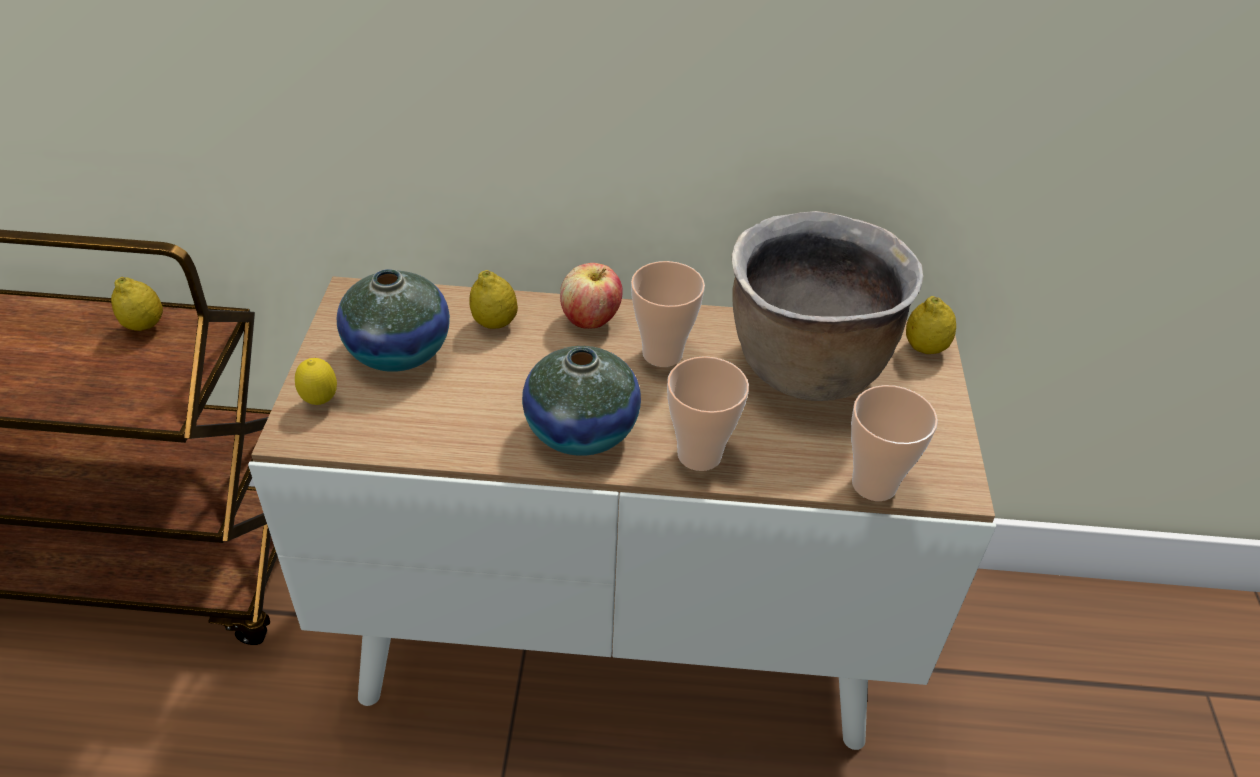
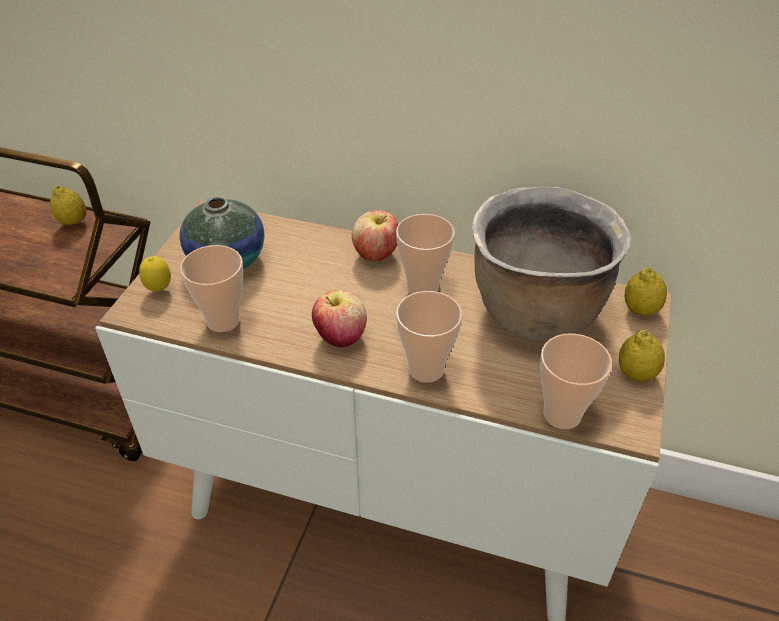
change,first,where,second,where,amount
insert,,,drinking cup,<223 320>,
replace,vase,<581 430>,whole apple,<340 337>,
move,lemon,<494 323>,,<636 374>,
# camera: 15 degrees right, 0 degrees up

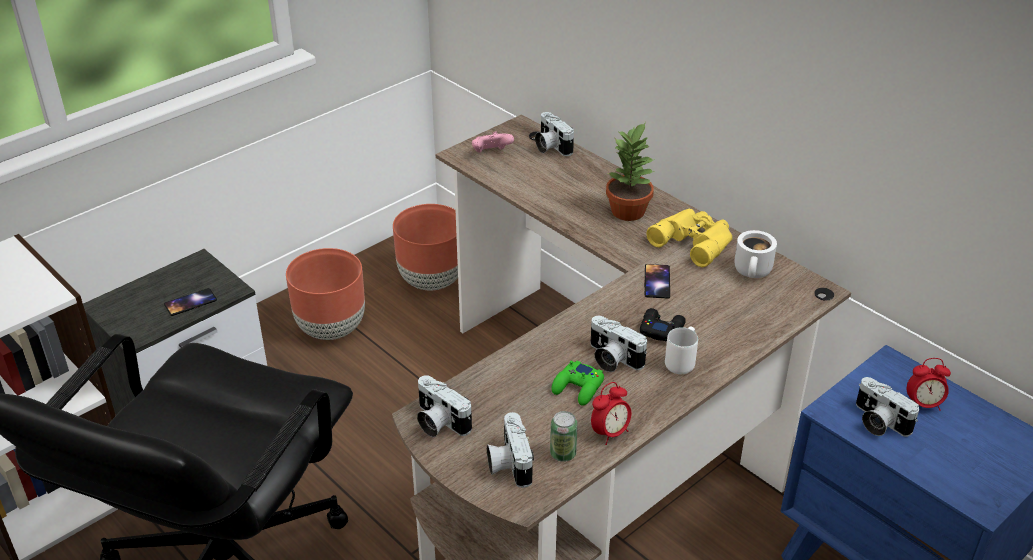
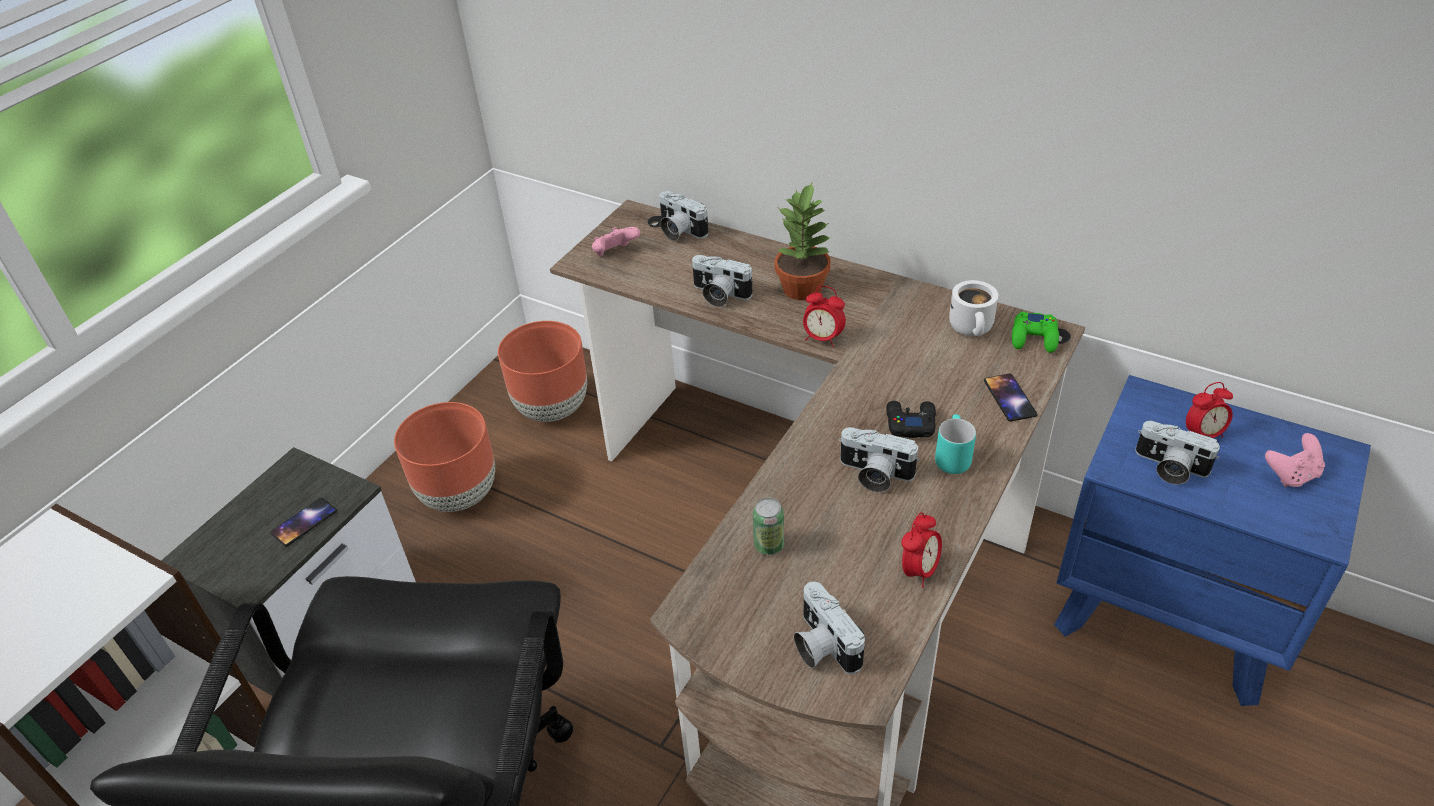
change,first,where,second,where,amount
move,photo camera,<438 422>,,<719 295>,
move,can,<563 454>,,<769 545>,
insert,,,table clock,<822 339>,
recolor,white coffee mug,<680 361>,blue-green coffee mug,<950 456>,
move,phone,<657 281>,,<1009 398>,
move,green-coloured game controller,<578 388>,,<1034 337>,
insert,,,pink-coloured game controller,<1291 475>,
delete,yellow binoculars,<694 241>,,,
# camera: 15 degrees left, 5 degrees up

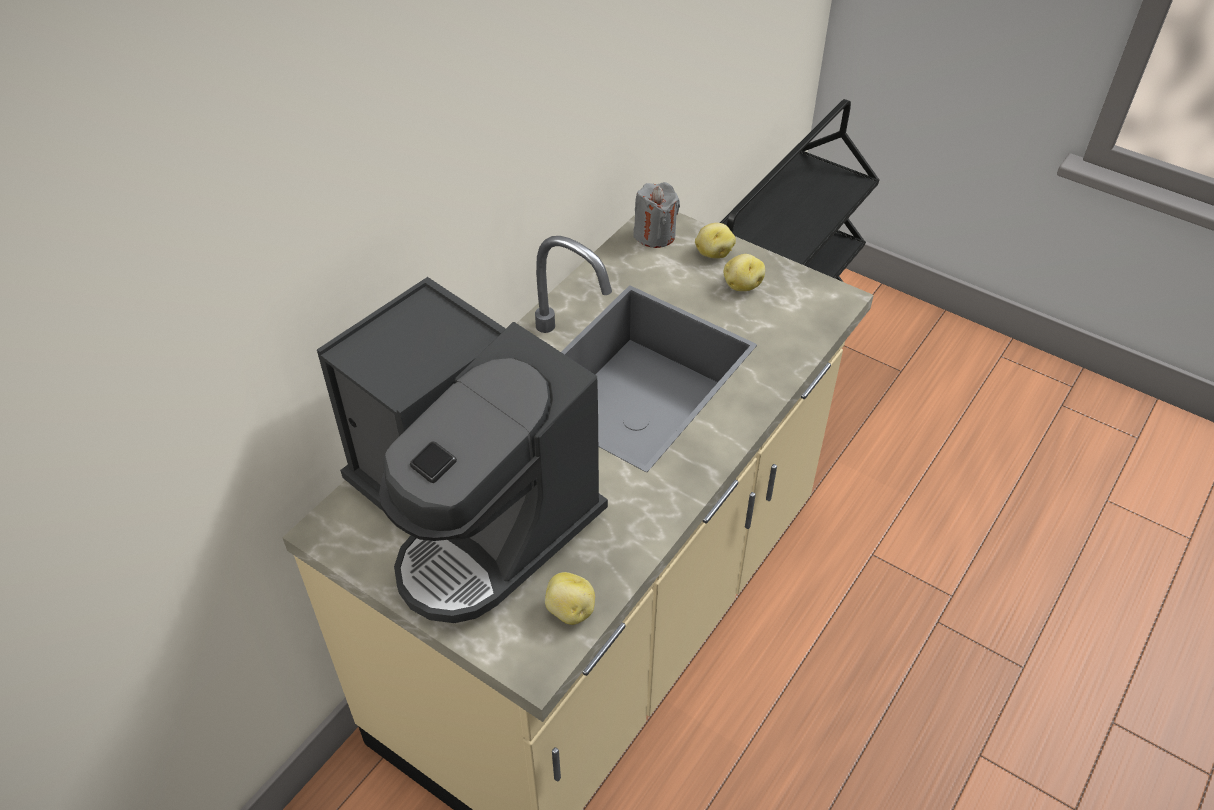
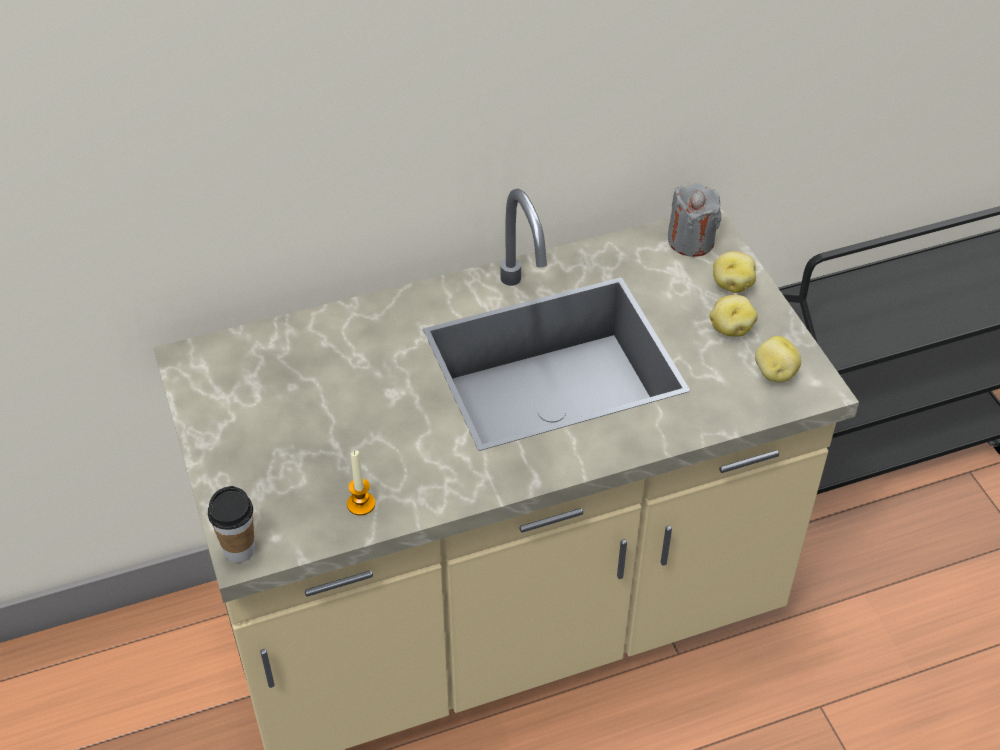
change,first,where,second,where,amount
insert,,,drinking cup,<239 550>,
insert,,,wax light,<361 504>,
move,spud,<570 611>,,<774 373>,
delete,coffee maker,<472 512>,,,
# camera: 35 degrees right, 0 degrees up

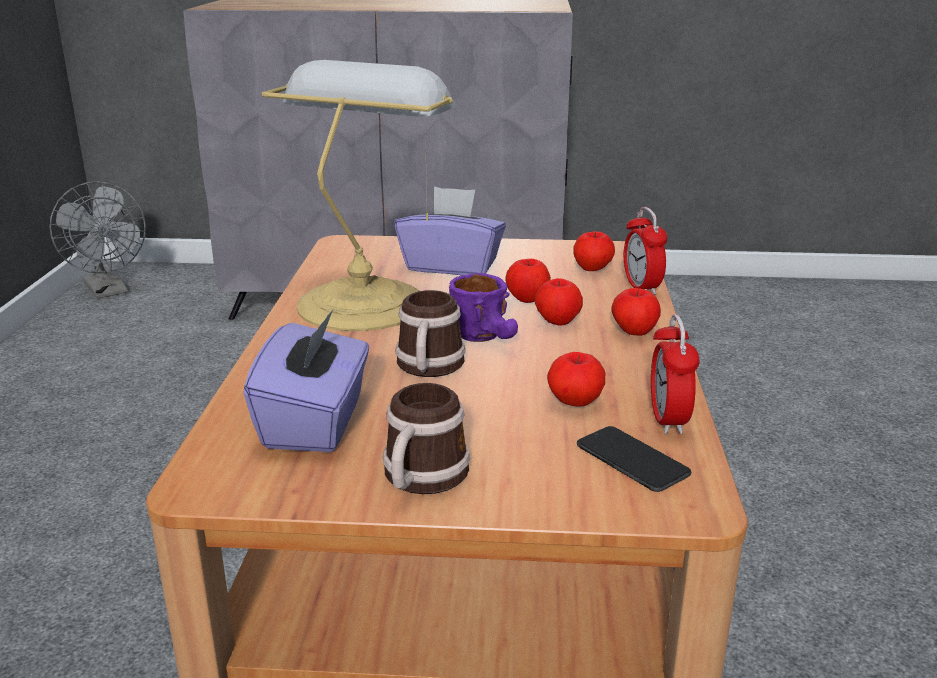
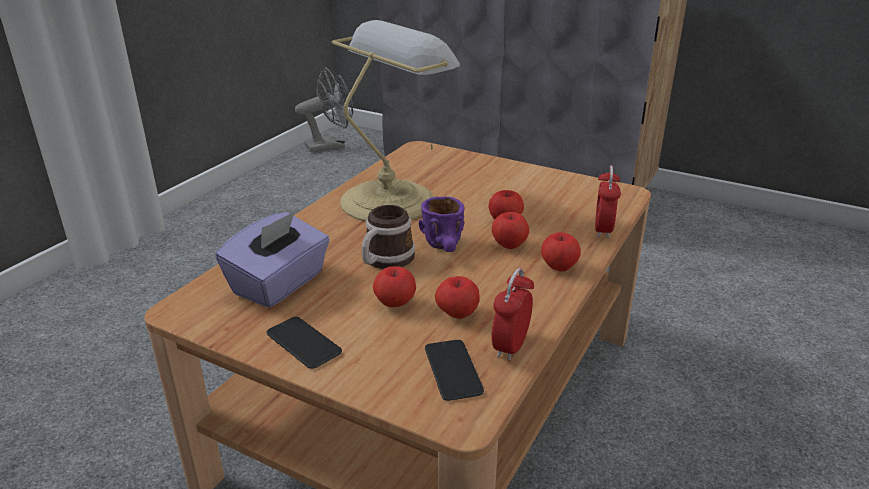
change,first,where,second,where,amount
replace,coffee mug,<421 479>,phone,<303 343>,
rotate,greyish cooling fan,<109 291>,,<330 145>,105 degrees counterclockwise
move,whole apple,<592 269>,,<394 303>,
delete,purplish tissue box,<451 266>,,,
# camera: 25 degrees right, 5 degrees up

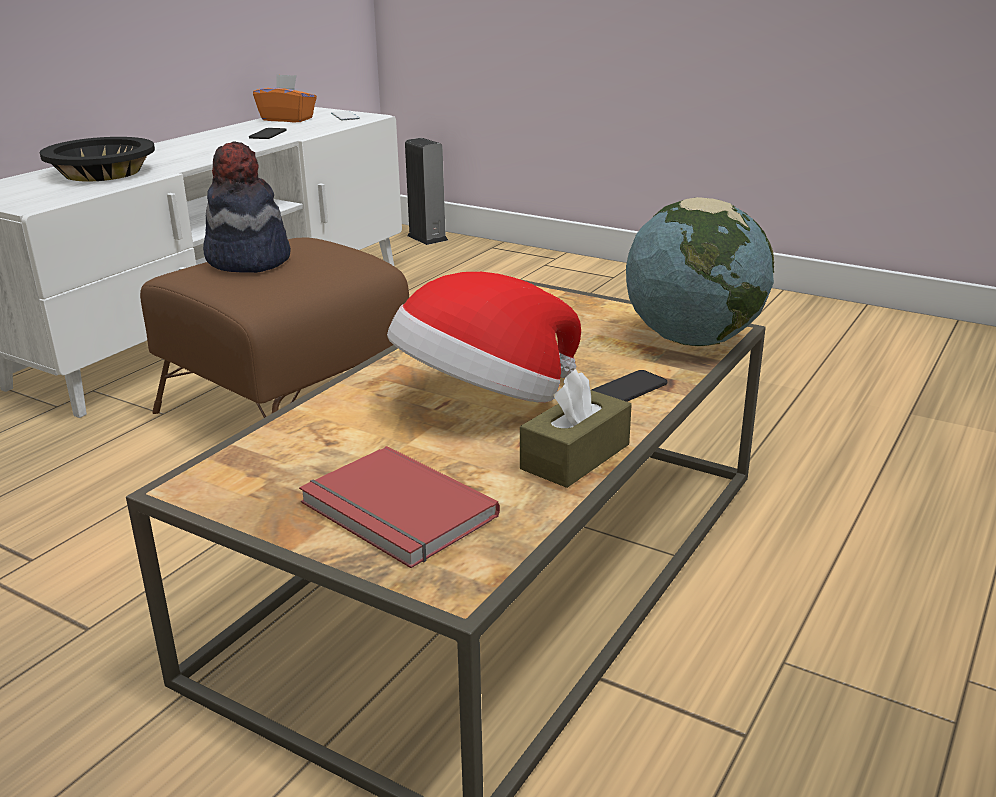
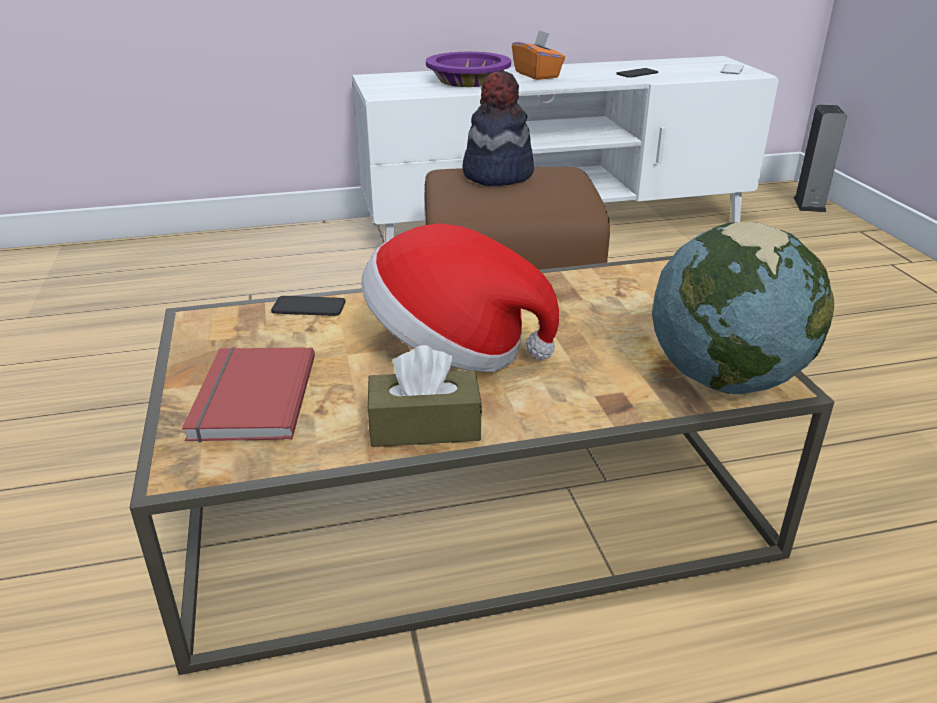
change,first,where,second,where,amount
move,phone,<629 388>,,<309 307>,
recolor,black deep dish,<102 172>,purplish deep dish,<468 80>,
move,orangey tissue box,<287 119>,,<537 75>,
# camera: 45 degrees right, 5 degrees up

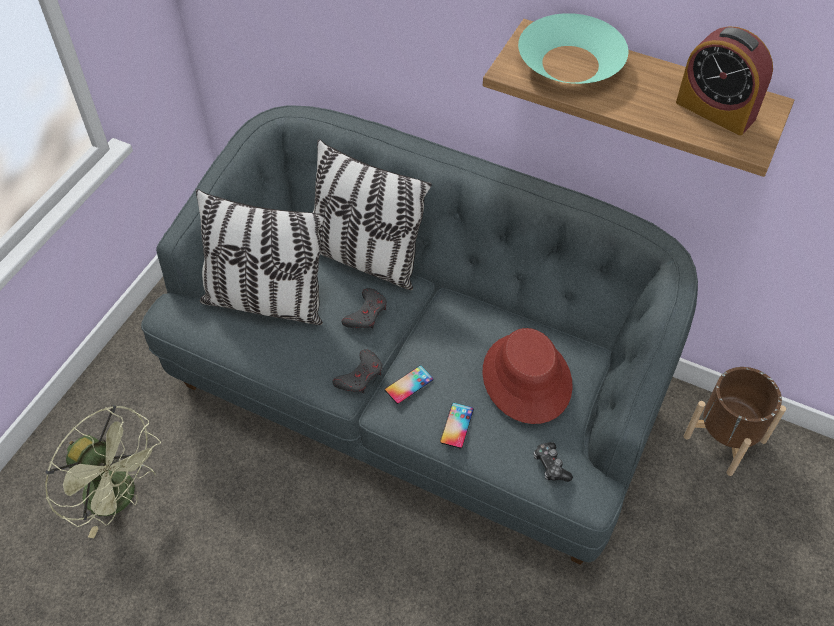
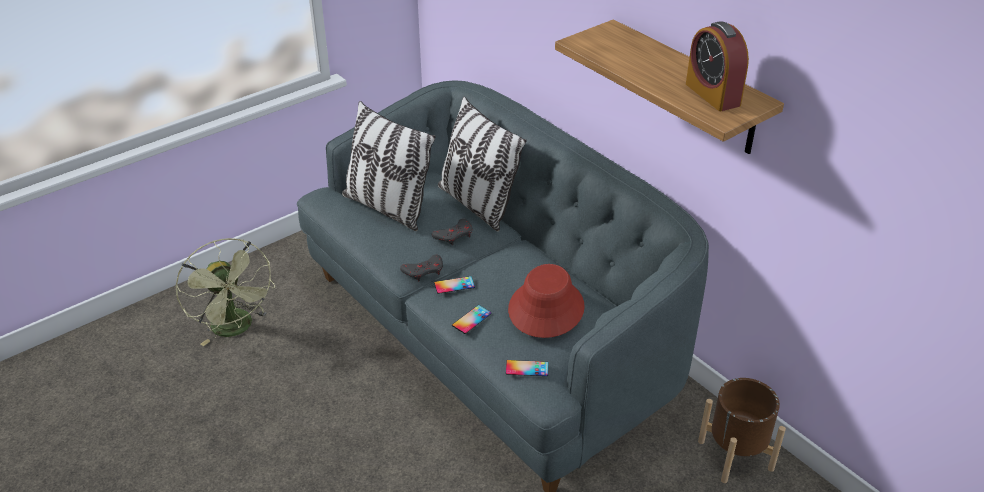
change,first,where,second,where,amount
replace,game controller,<550 466>,phone,<527 368>,
delete,blue-green deep dish,<570 64>,,,
# camera: 25 degrees right, 15 degrees down

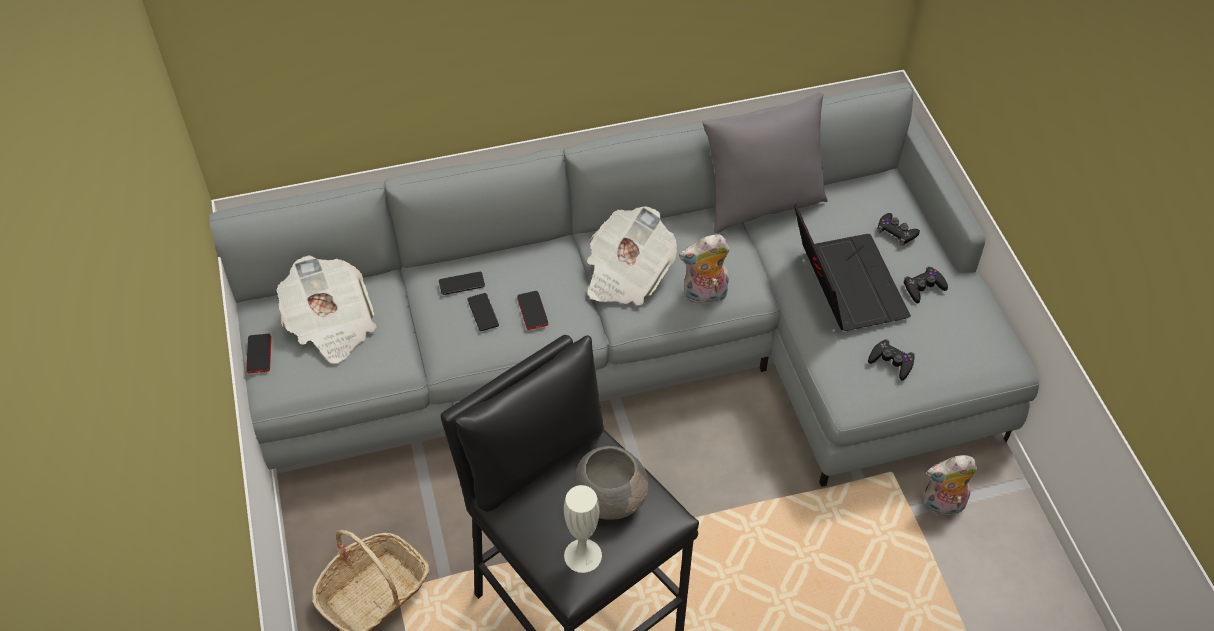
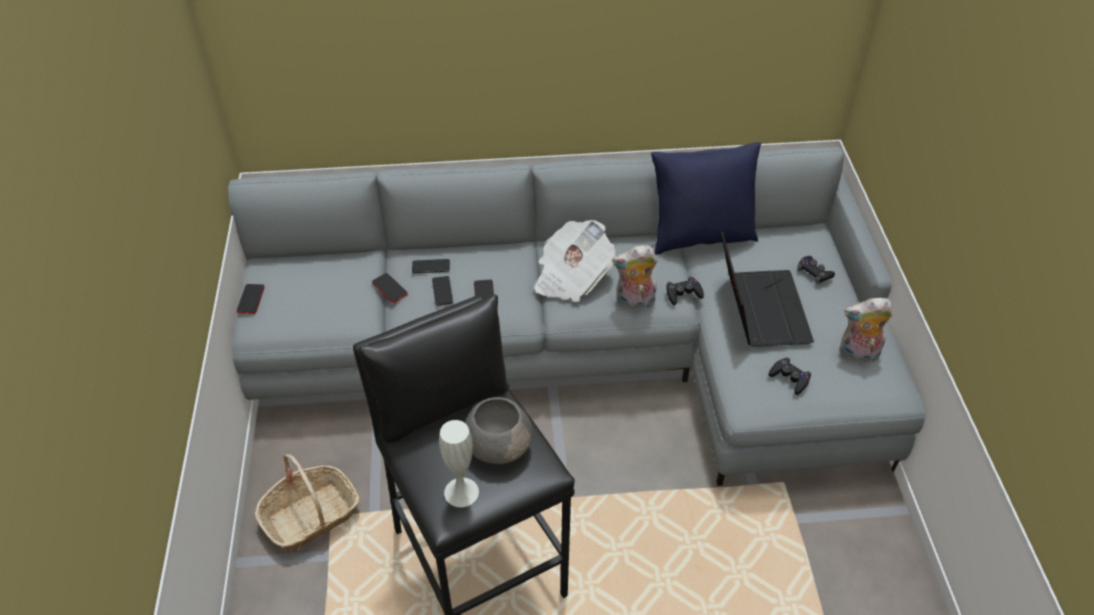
change,first,where,second,where,amount
insert,,,phone,<389 288>,
recolor,greyish cushion,<761 204>,blue-coloured cushion,<700 237>,
move,black game controller,<923 287>,,<683 293>,
move,cuddly toy,<942 506>,,<857 355>,
delete,newspaper,<331 325>,,,
# camera: 10 degrees right, 5 degrees down

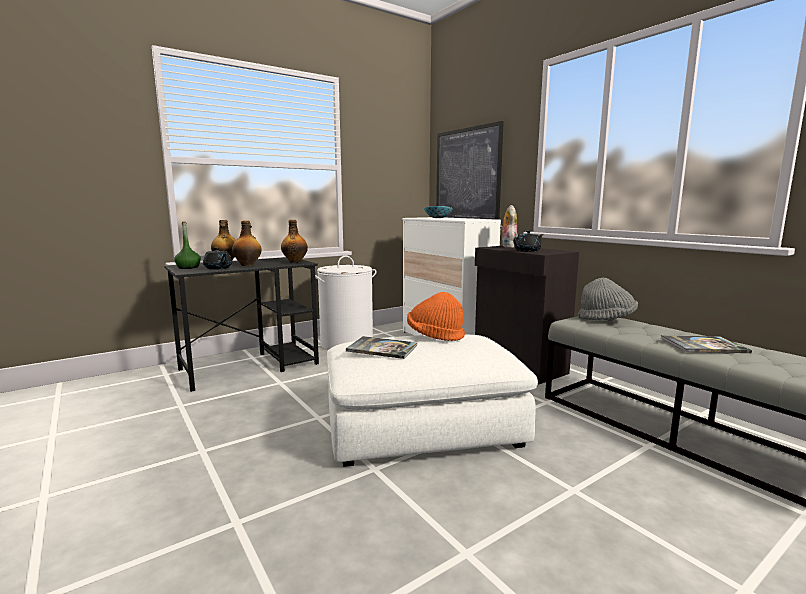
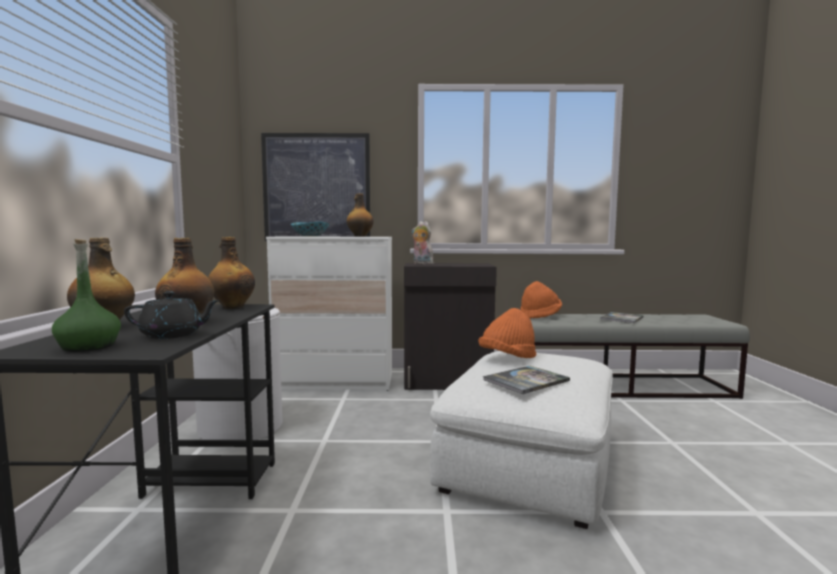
change,first,where,second,where,amount
insert,,,drink bottle,<359 236>,
recolor,greyish hat,<606 319>,orangey hat,<540 316>,
delete,black pot for tea,<528 251>,,,
# camera: 55 degrees left, 5 degrees down

